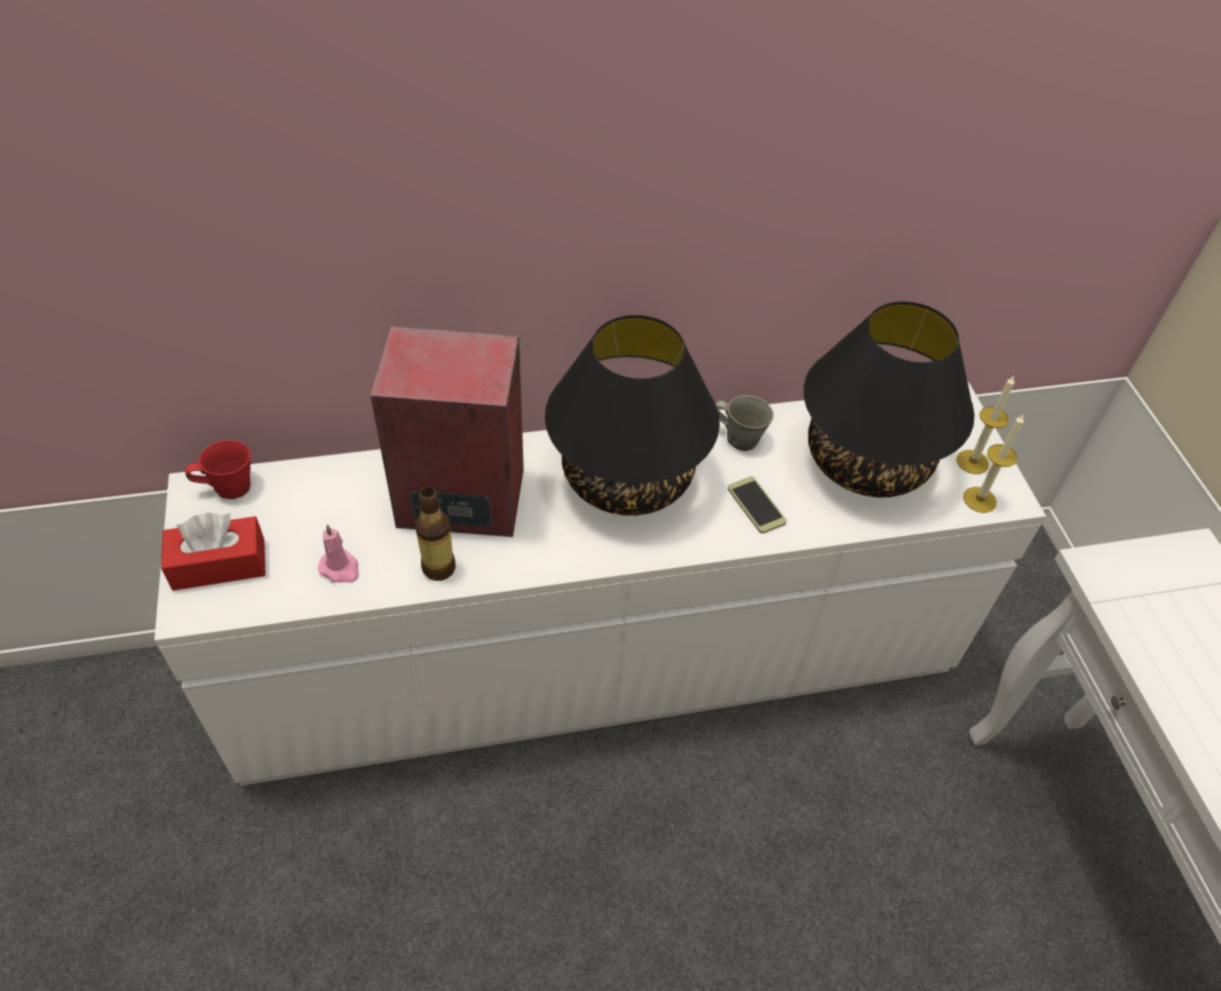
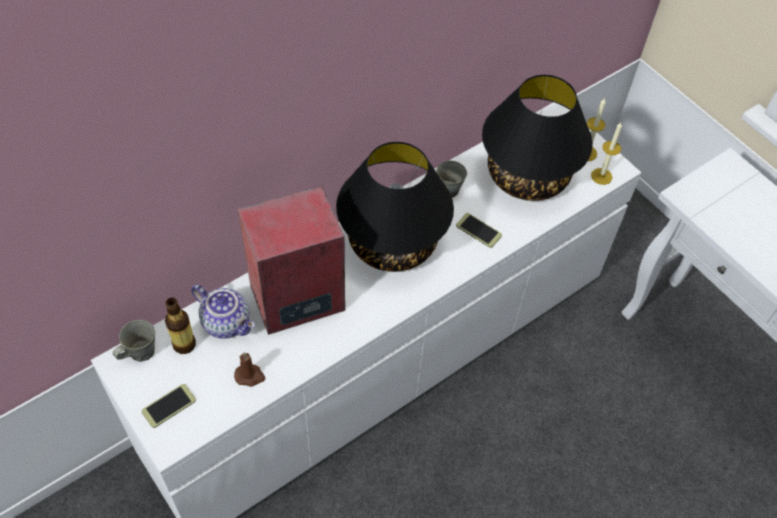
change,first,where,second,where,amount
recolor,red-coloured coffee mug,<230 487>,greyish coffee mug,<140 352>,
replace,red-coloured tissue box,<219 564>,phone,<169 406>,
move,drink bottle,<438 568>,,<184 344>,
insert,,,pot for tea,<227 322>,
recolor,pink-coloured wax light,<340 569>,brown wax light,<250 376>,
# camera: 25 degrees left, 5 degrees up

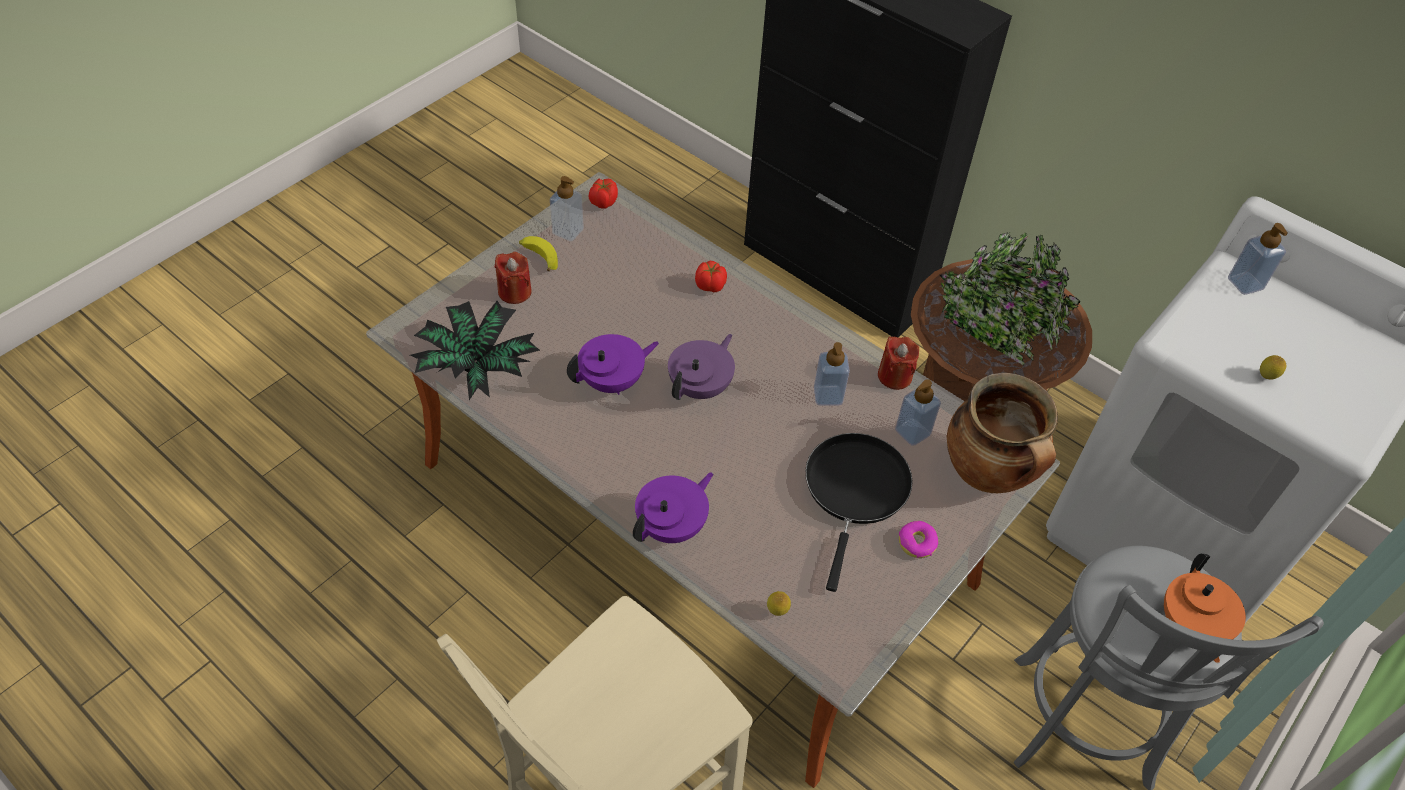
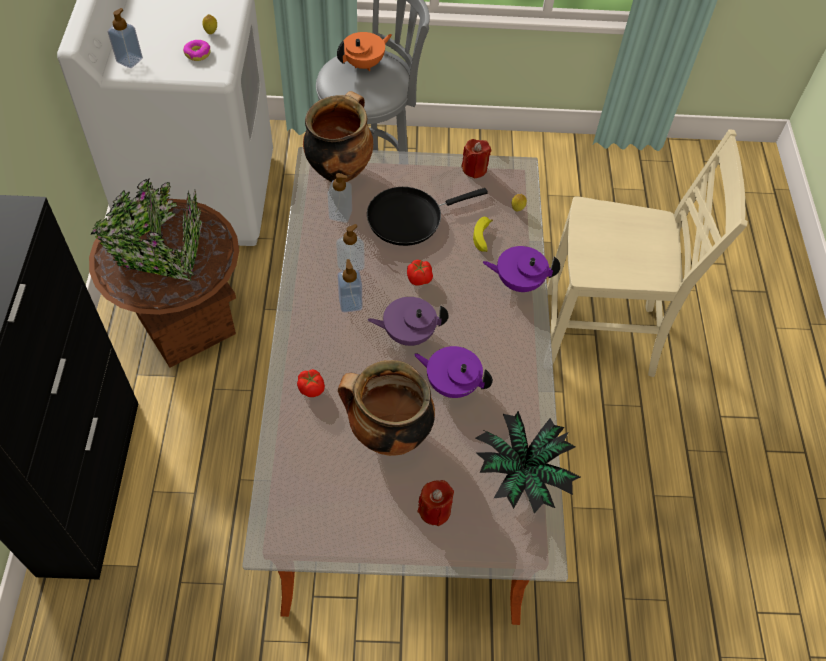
change,first,where,second,where,amount
move,ring doughnut,<917 543>,,<198 54>,
move,soap bottle,<568 231>,,<350 303>,
insert,,,stockpot,<388 434>,
move,whole tomato,<603 202>,,<419 279>,
move,red-coloured wax light,<894 376>,,<474 169>,
move,whole banana,<539 257>,,<483 238>,
# camera: 130 degrees left, 5 degrees up

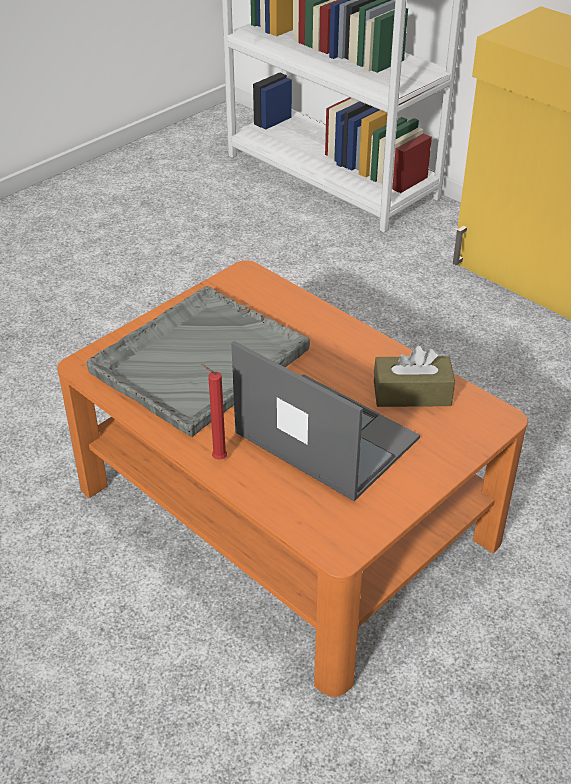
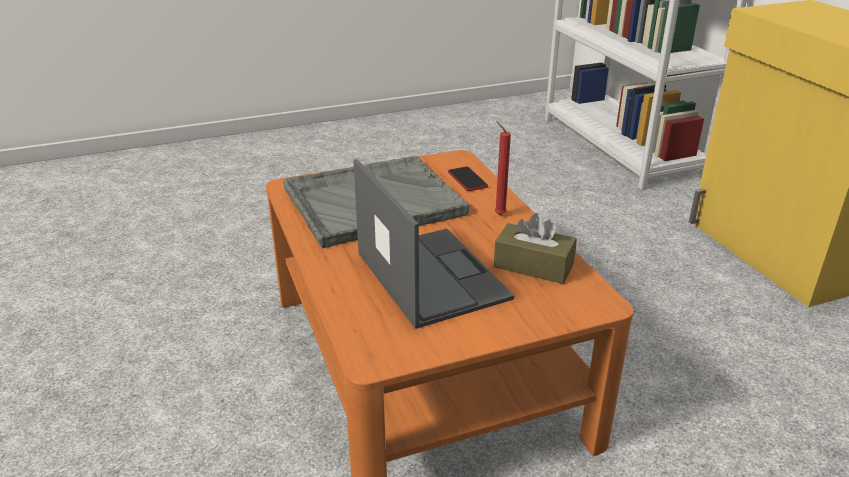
change,first,where,second,where,amount
insert,,,phone,<467 180>,
move,red-coloured wax light,<217 458>,,<498 214>,
# camera: 25 degrees right, 10 degrees down

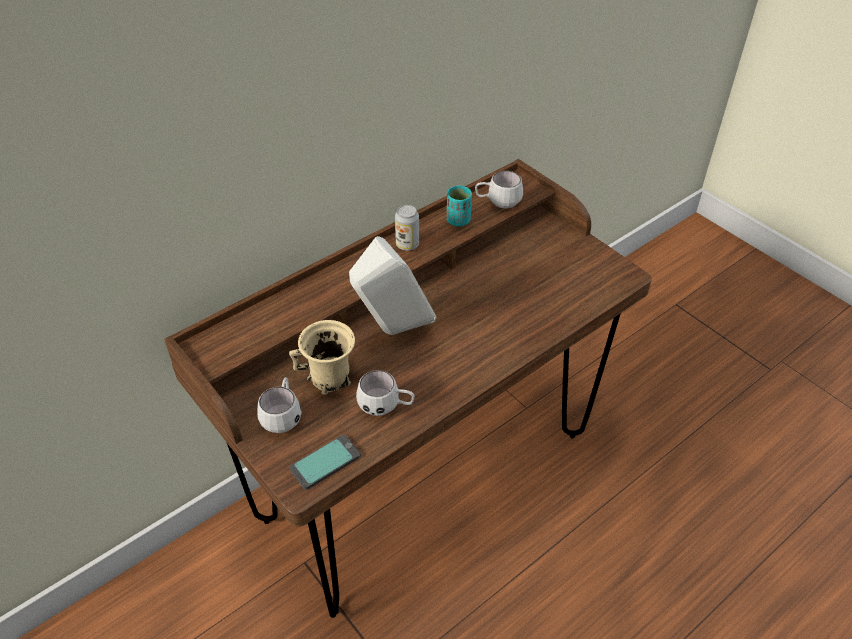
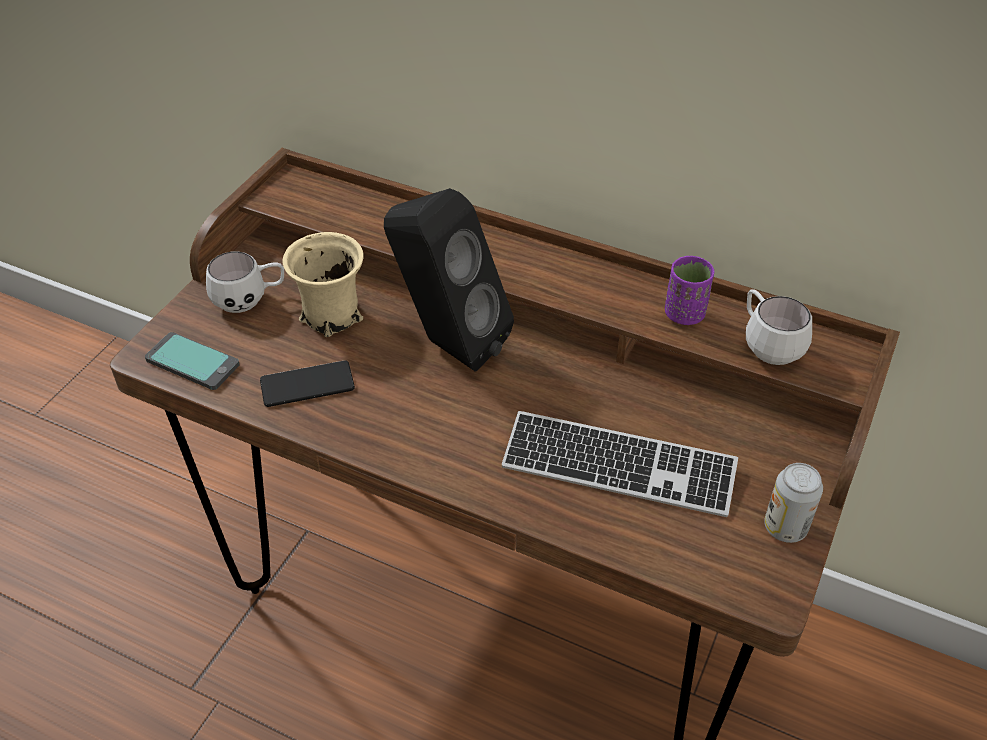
change,first,where,second,where,amount
replace,white coffee mug,<386 407>,phone,<307 385>,
recolor,white loudspeaker,<392 331>,black loudspeaker,<447 343>,
insert,,,keyboard,<618 467>,
recolor,blue-green drinking cup,<458 220>,purplish drinking cup,<684 314>,
move,can,<407 245>,,<785 527>,
# camera: 65 degrees right, 0 degrees up

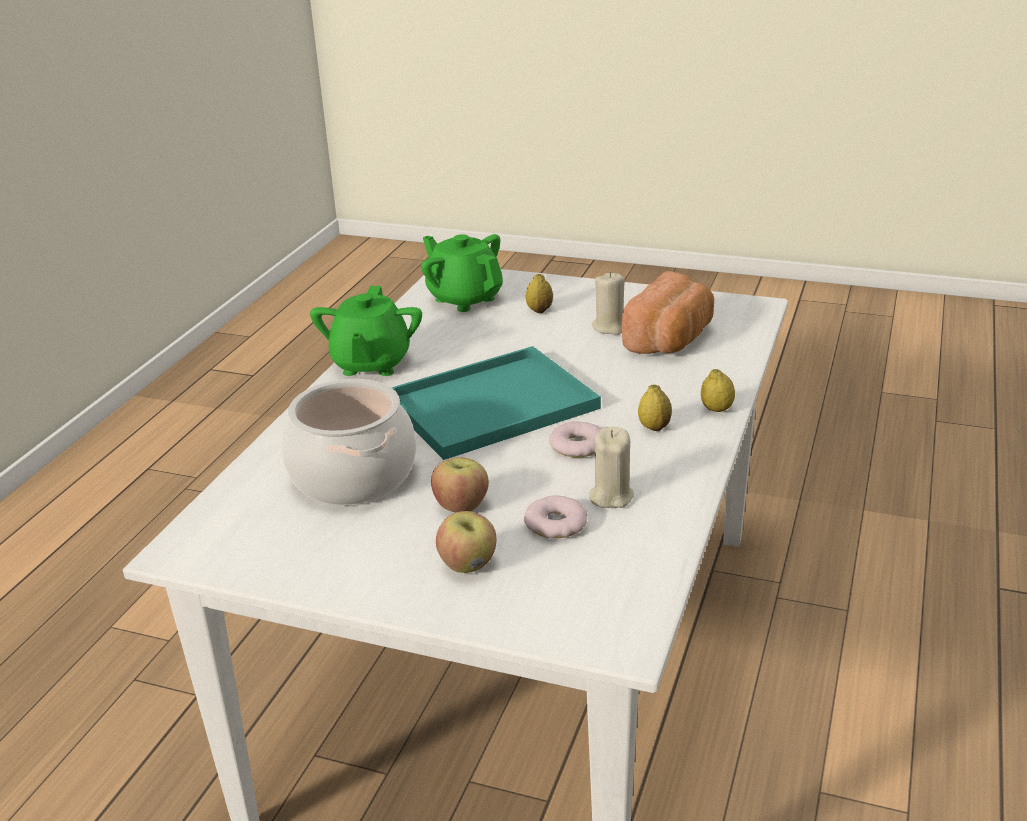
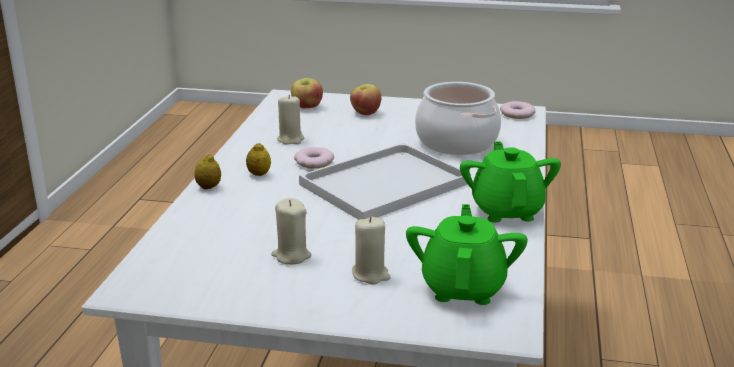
change,first,where,second,where,amount
move,whole apple,<461 505>,,<307 107>,
recolor,blue-green carrying tray,<489 406>,white carrying tray,<386 182>,
replace,lemon,<539 310>,sand-coloured wax light,<370 274>,
rotate,green-coloured pot for tea,<464 298>,,<463 288>,120 degrees counterclockwise
move,ring doughnut,<556 523>,,<517 114>,
delete,bread,<671 340>,,,
# camera: 170 degrees right, 5 degrees down

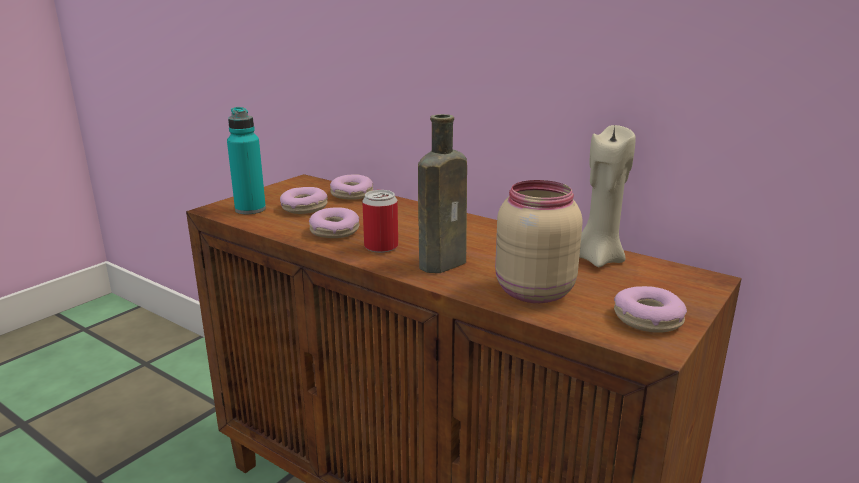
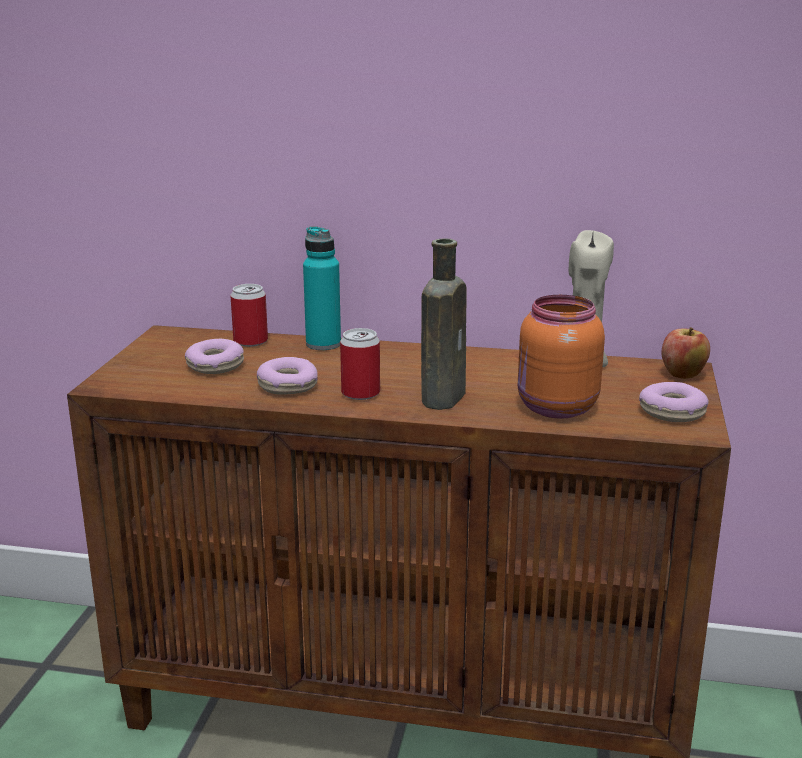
change,first,where,second,where,amount
replace,ring doughnut,<351 194>,can,<250 341>,
move,blue-green drink bottle,<250 209>,,<323 344>,
recolor,sand-coloured jar,<531 292>,orangey jar,<555 408>,
insert,,,whole apple,<682 375>,
# camera: 25 degrees left, 0 degrees up

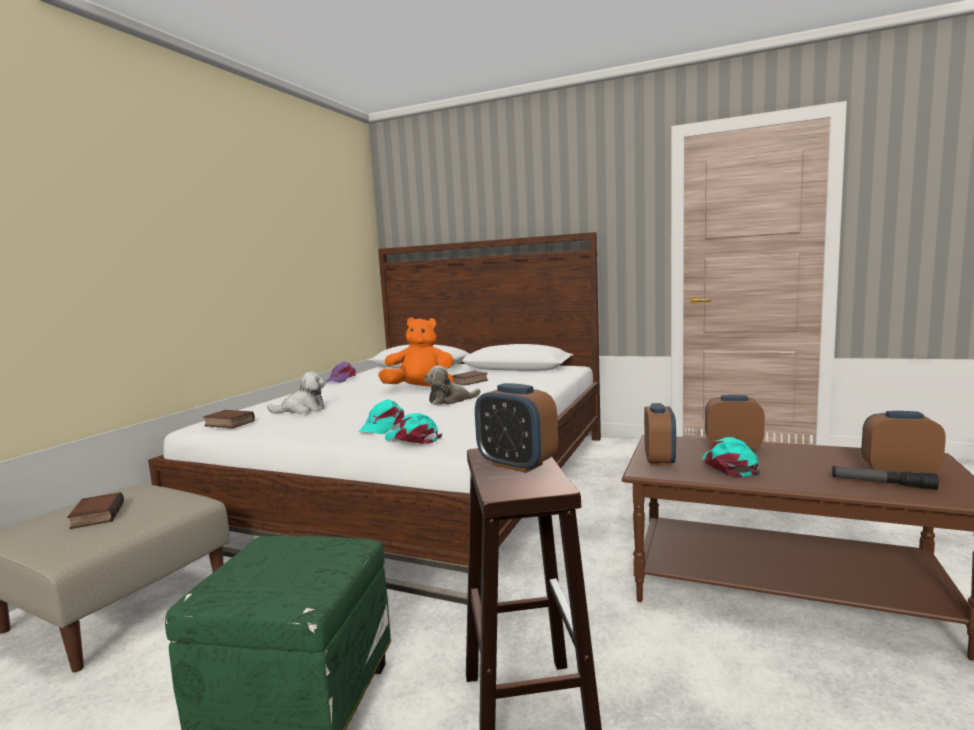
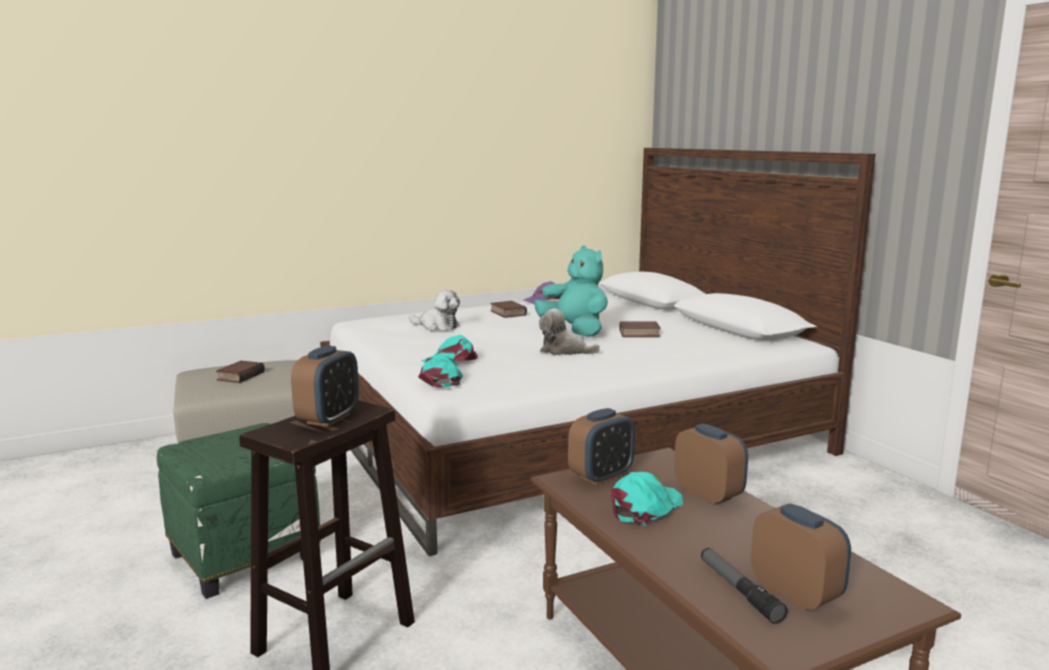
change,first,where,second,where,amount
rotate,table clock,<517 464>,,<328 419>,150 degrees counterclockwise
move,book,<228 424>,,<507 313>,
recolor,orangey cuddly toy,<420 389>,blue-green cuddly toy,<575 331>,
# camera: 40 degrees right, 5 degrees up

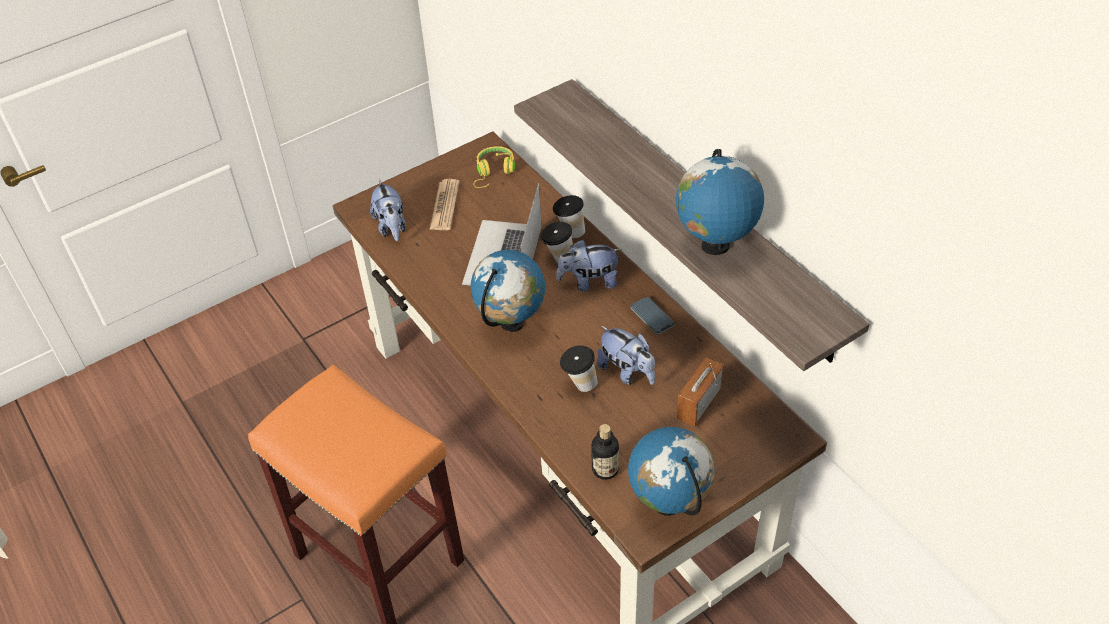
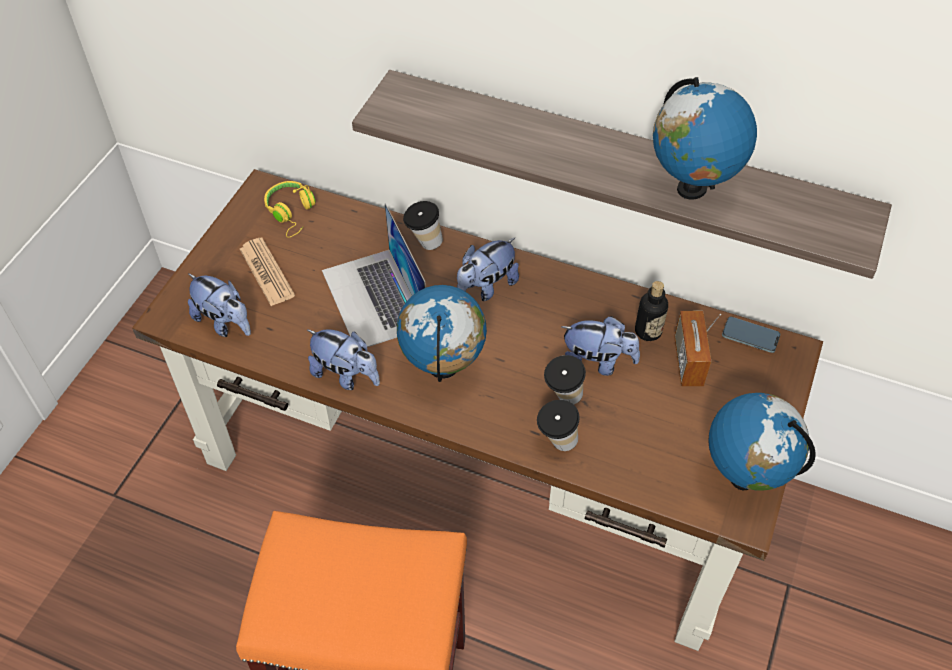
change,first,where,second,where,amount
insert,,,cuddly toy,<346 375>,
move,drinking cup,<558 259>,,<556 443>,
move,drink bottle,<605 469>,,<648 331>,
move,phone,<652 317>,,<750 336>,
# camera: 35 degrees left, 5 degrees up

